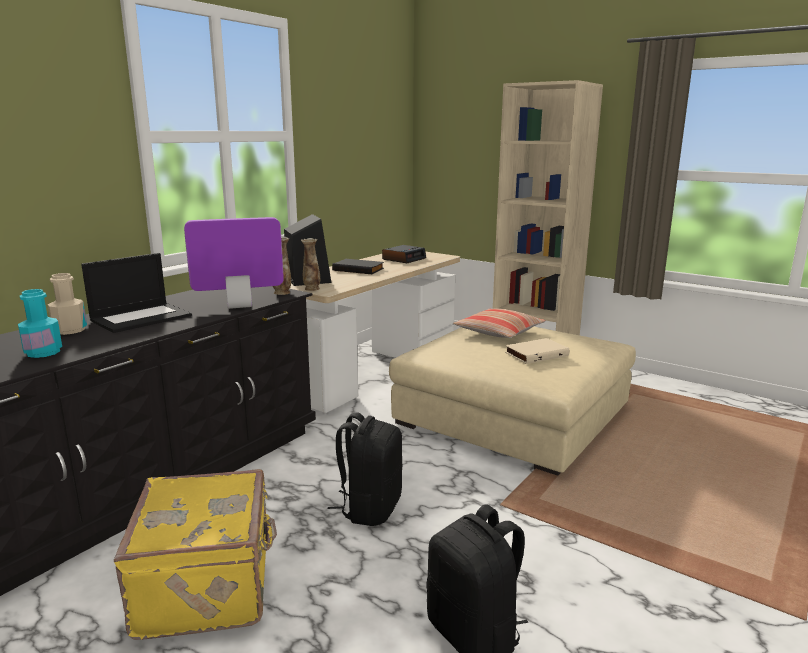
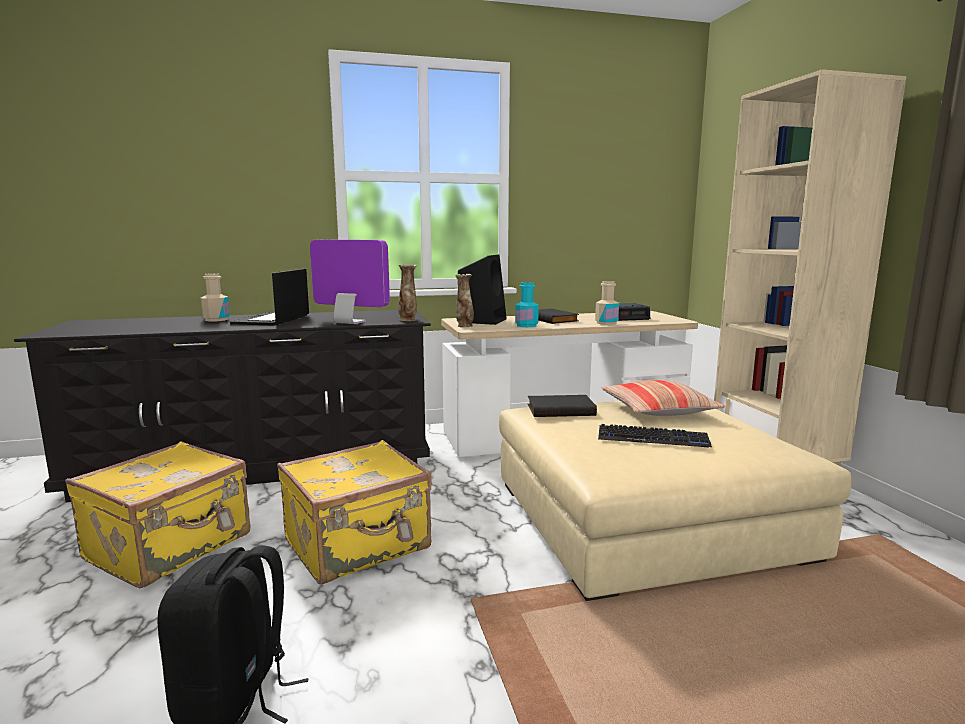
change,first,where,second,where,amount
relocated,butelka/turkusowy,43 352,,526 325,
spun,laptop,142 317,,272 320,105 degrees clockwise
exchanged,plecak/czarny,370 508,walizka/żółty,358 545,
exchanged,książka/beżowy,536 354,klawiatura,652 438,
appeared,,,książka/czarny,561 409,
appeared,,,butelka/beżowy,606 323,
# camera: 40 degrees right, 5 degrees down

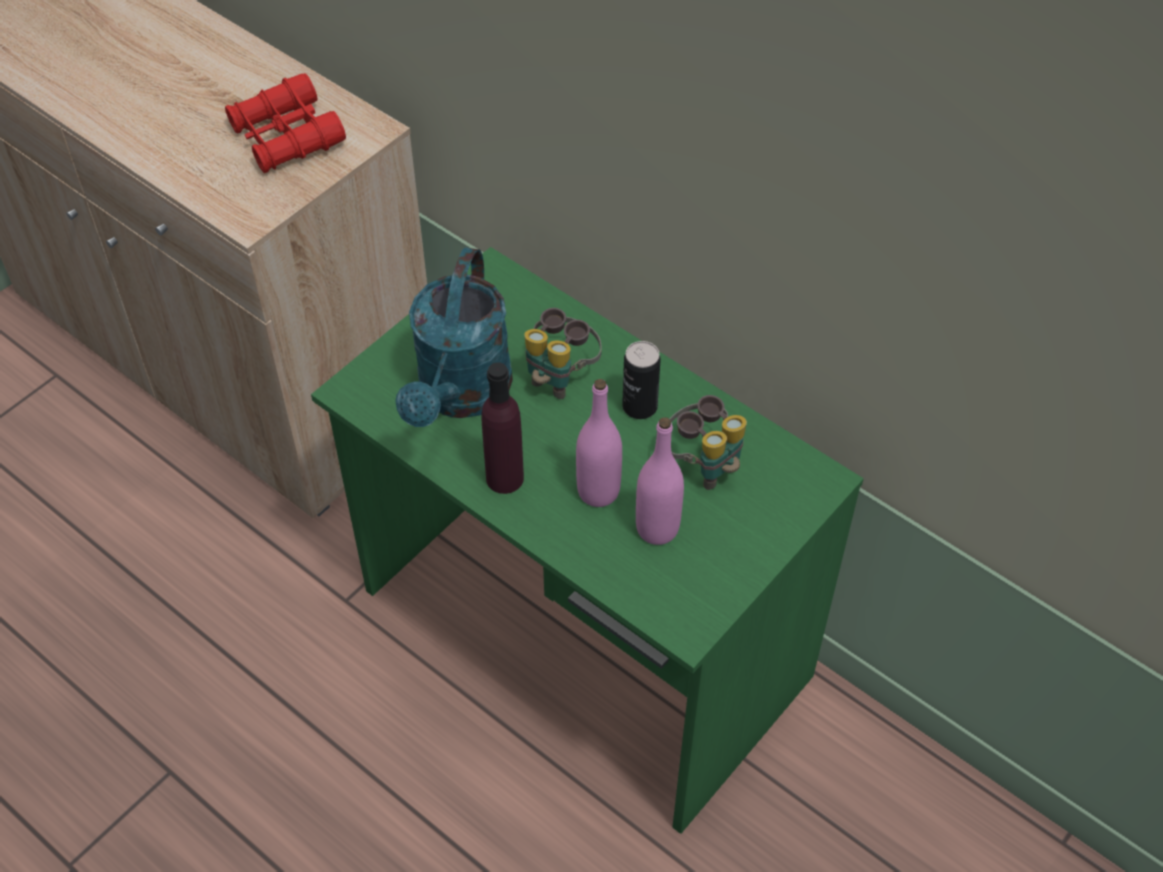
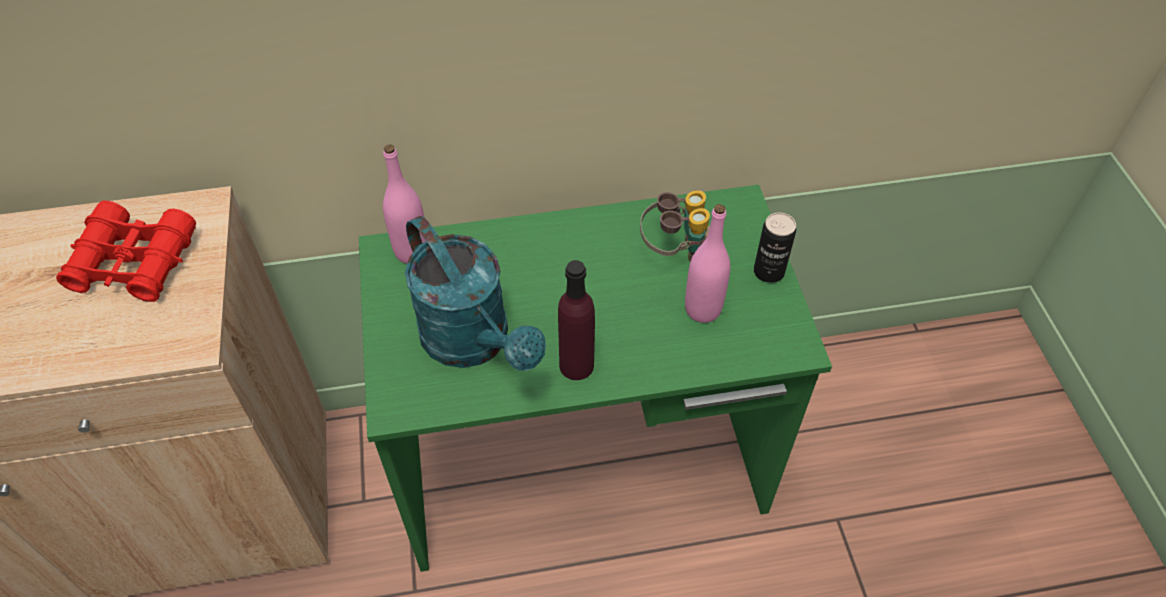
change,first,where,second,where,amount
missing,lornetka,560 376,,,
relocated,butelka/różowy,598 491,,412 252,
relocated,puszka,639 406,,768 272,
# camera: 50 degrees left, 0 degrees up

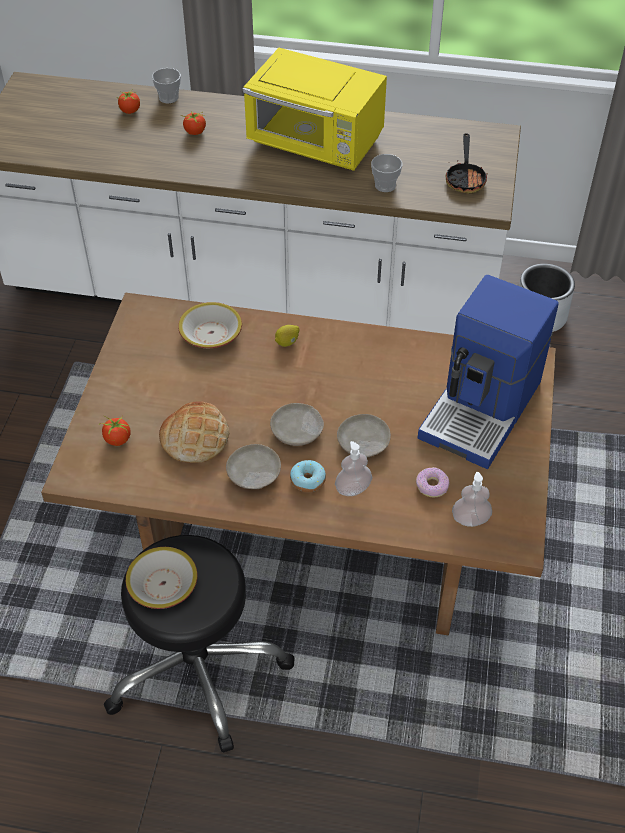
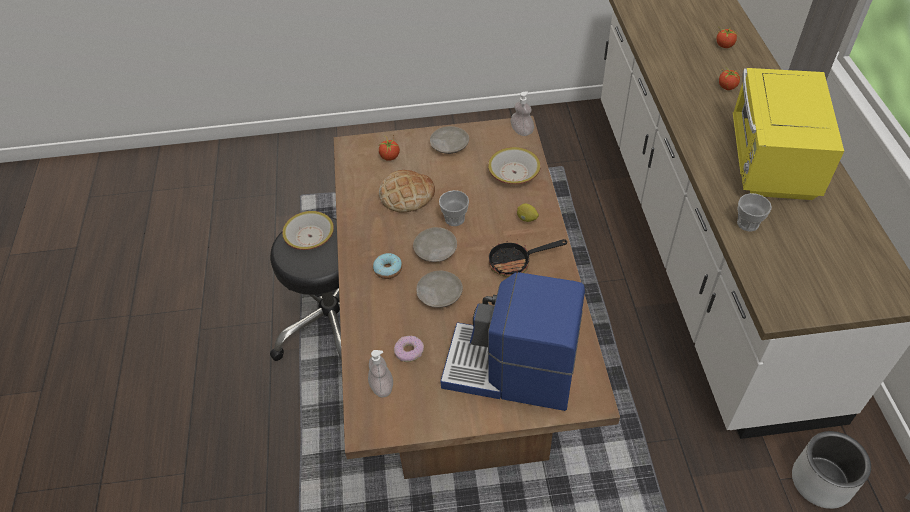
change,first,where,second,where,amount
relocated,filiżanka,168 98,,454 219,
relocated,talerz/beżowy,253 473,,449 145,
relocated,dozownik mydła,353 488,,522 131,
relocated,patelnia,465 178,,516 262,
# camera: 75 degrees right, 0 degrees up

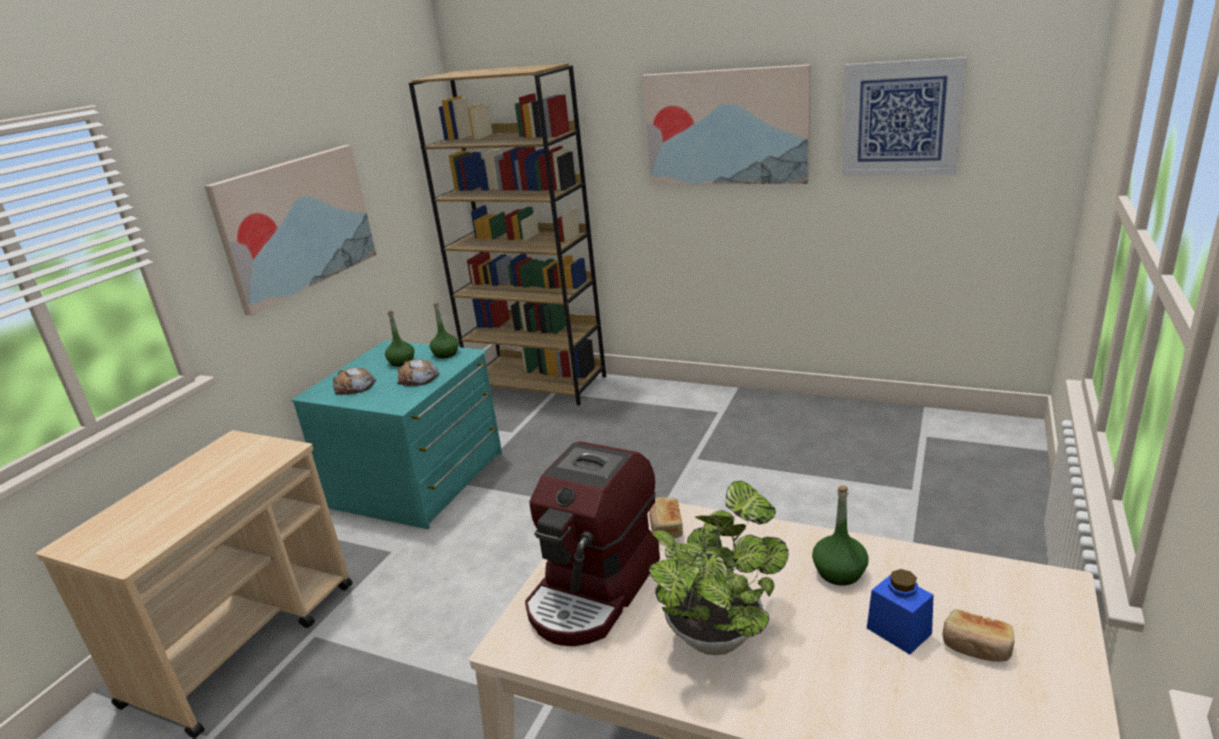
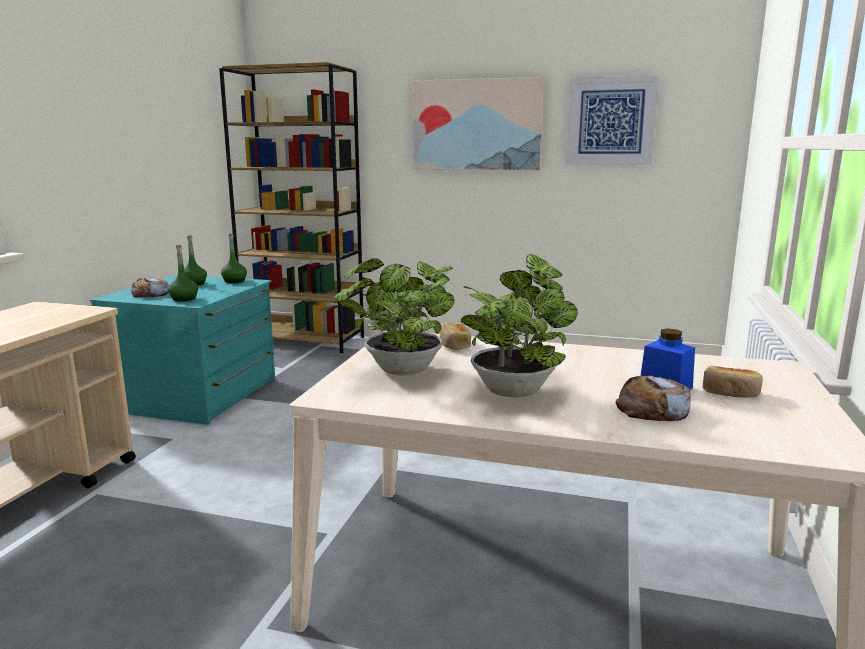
change,first,where,second,where,amount
missing,obraz,297 224,,,
relocated,chleb,418 378,,652 409,
exchanged,ekspres do kawy,595 590,roślina doniczkowa,399 372,
relocated,butelka/zielony,839 572,,184 299,
# camera: 10 degrees left, 10 degrees down

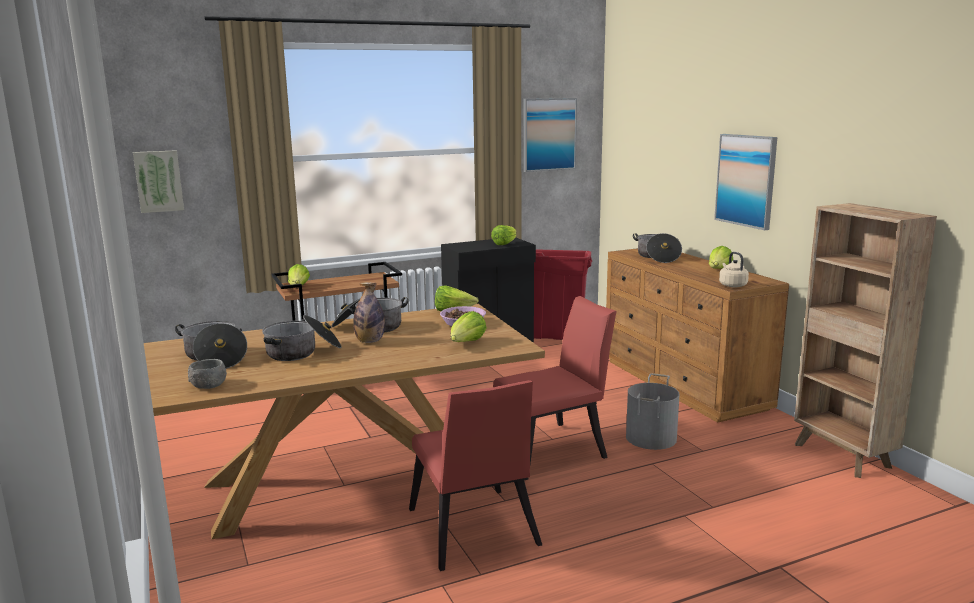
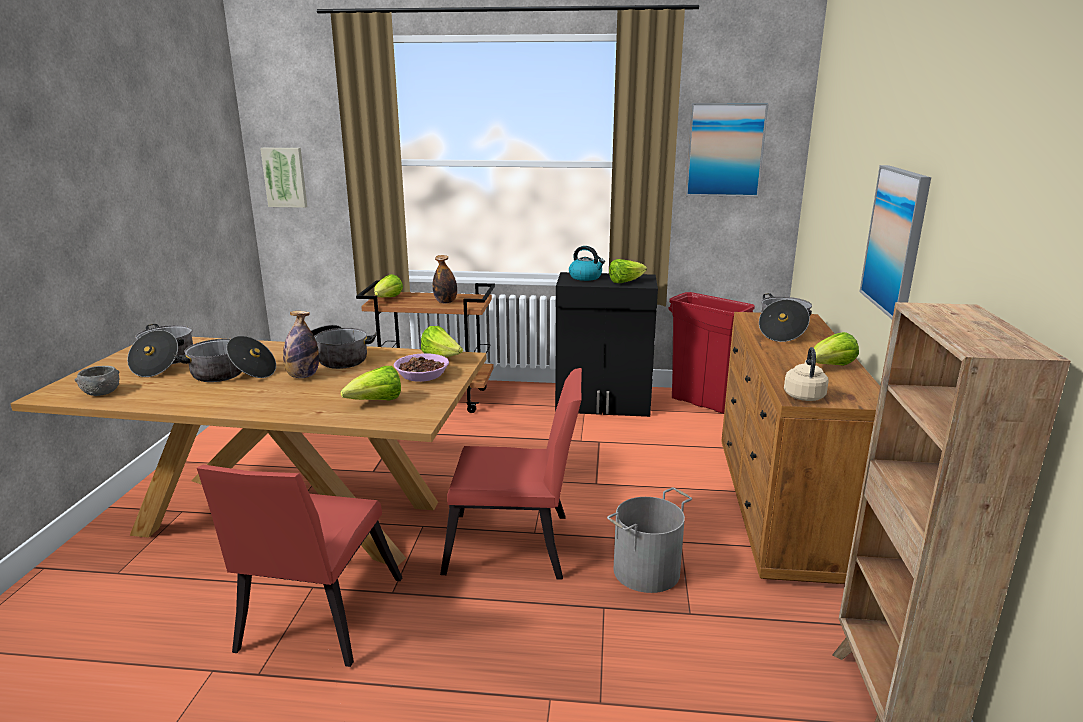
change,first,where,second,where,amount
appeared,,,butelka,445 302,
appeared,,,czajnik,586 277,
# camera: 30 degrees right, 5 degrees up

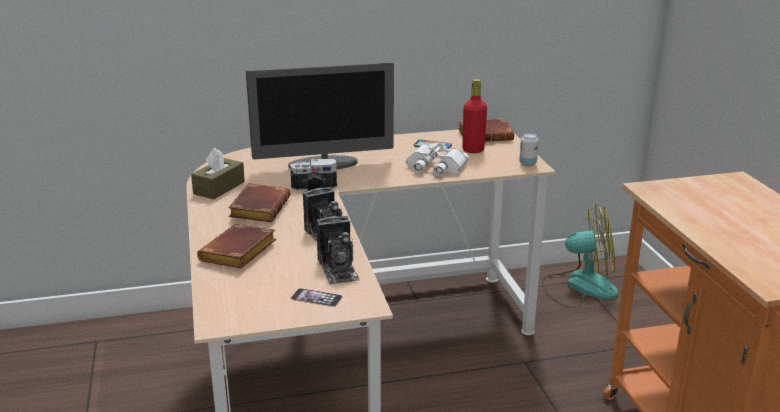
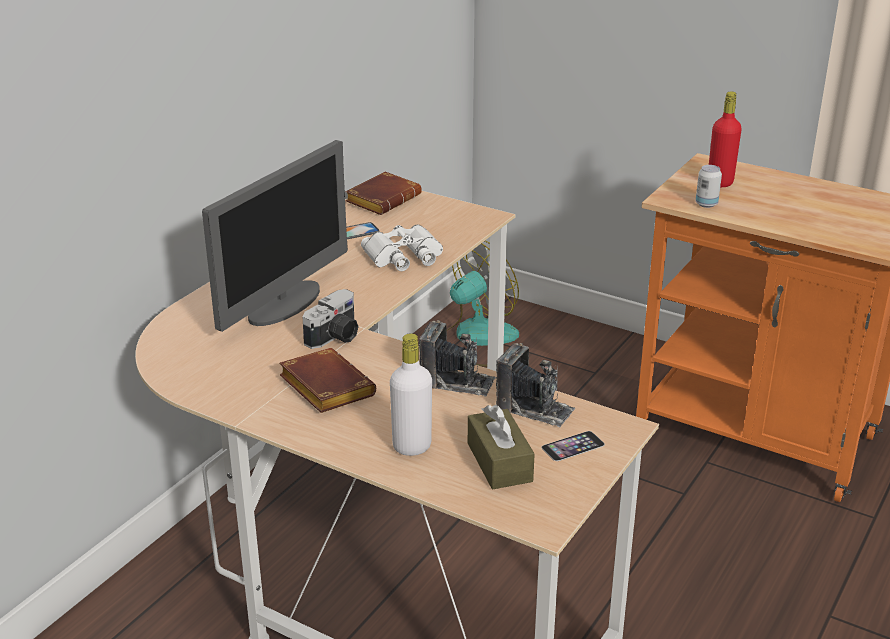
change,first,where,second,where,amount
relocated,pudełko chusteczek/brązowy,219 188,,499 462,
exchanged,książka/brązowy,239 253,butelka/biały,412 446,
relocated,butelka/czerwony,473 150,,720 182,
relocated,puszka,527 163,,706 204,
# camera: 45 degrees left, 5 degrees up

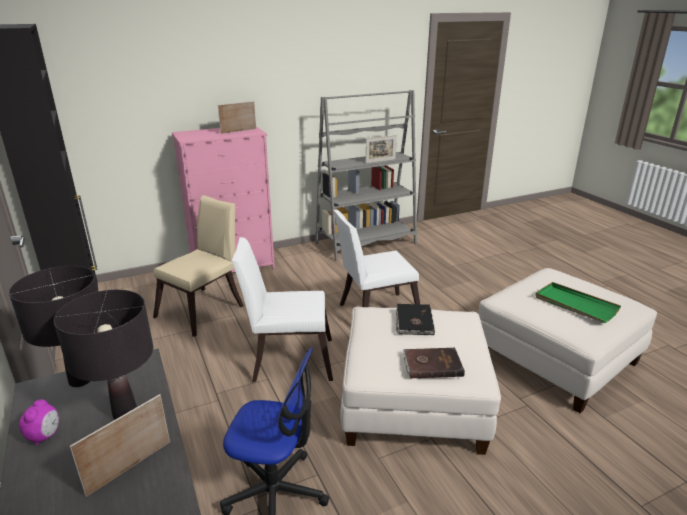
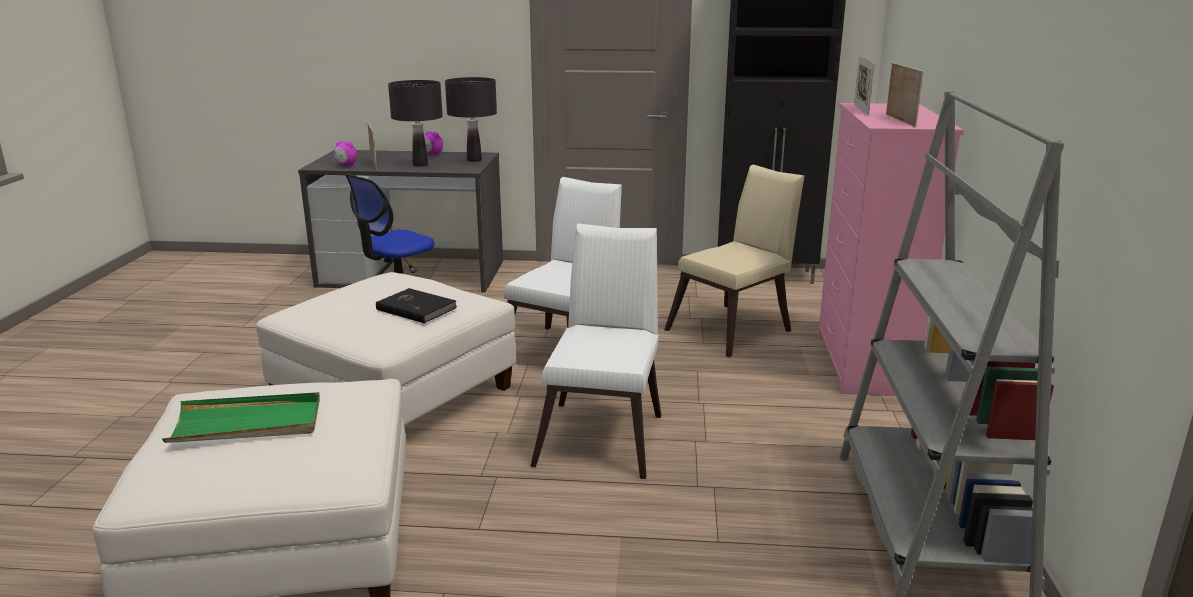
change,first,where,second,where,amount
spun,krzesło/beżowy,204 309,,734 329,105 degrees counterclockwise
relocated,ramka na zdjęcie,380 161,,861 109,
missing,książka/brązowy,432 364,,,
appeared,,,budzik,346 165,
# camera: 120 degrees right, 5 degrees down

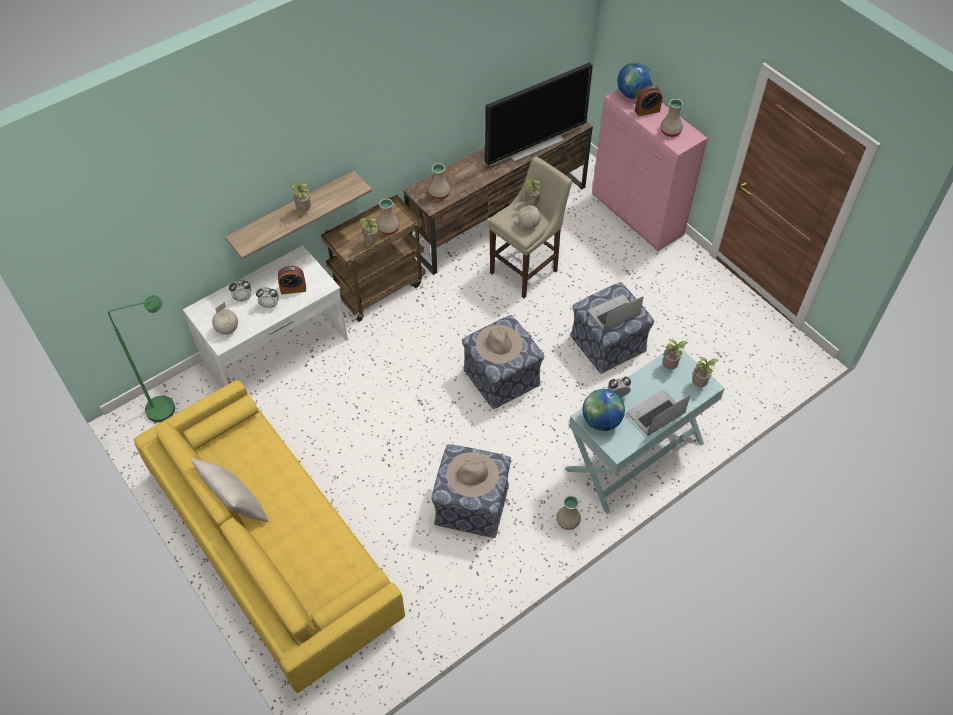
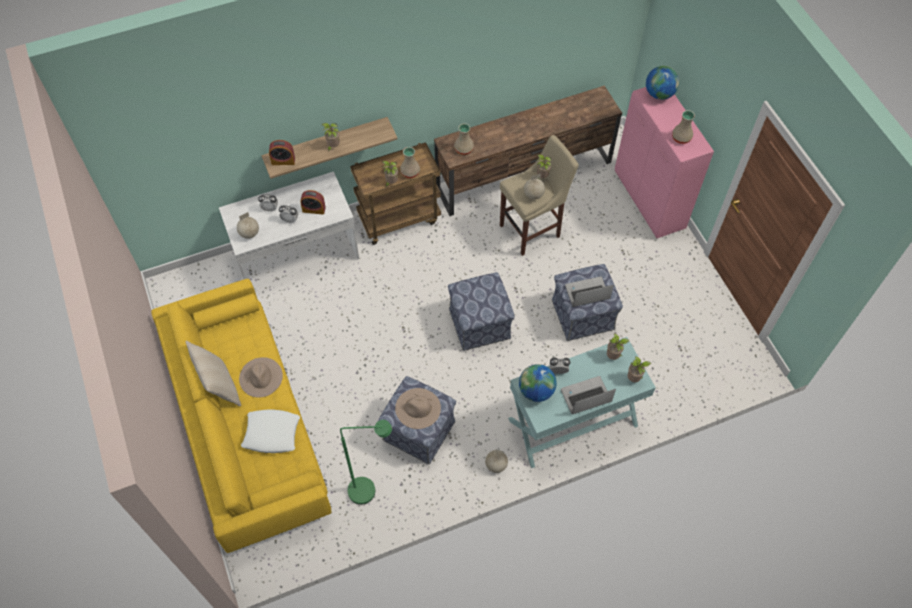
change,first,where,second,where,amount
relocated,lampa stojąca/zielony,169 407,,369 490,
relocated,kapelusz/beżowy,499 344,,261 377,
missing,telewizor,534 146,,,
exchanged,wazon/beżowy,568 521,globus,496 465,
relocated,budzik,647 110,,283 161,
appeared,,,poduszka/biały,271 433,
# camera: 15 degrees right, 5 degrees up

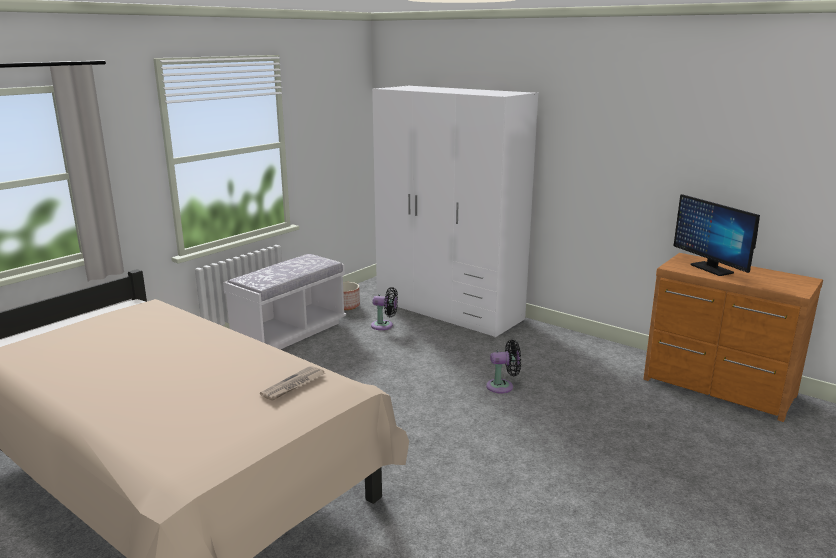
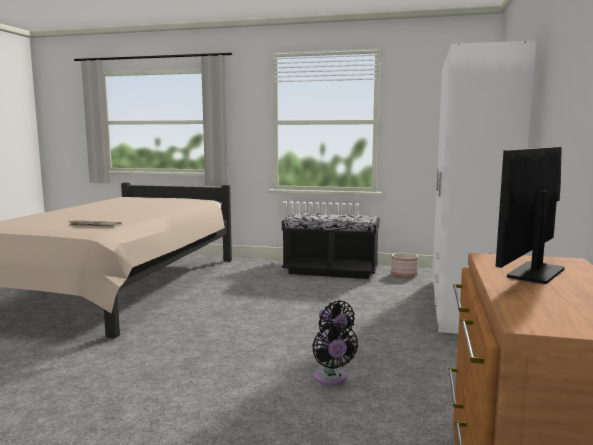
change,first,where,second,where,amount
colour,ławka/biały,290 332,ławka/czarny,331 271,
relocated,wentylator/czarny,384 326,,331 379,
# camera: 65 degrees right, 10 degrees down

